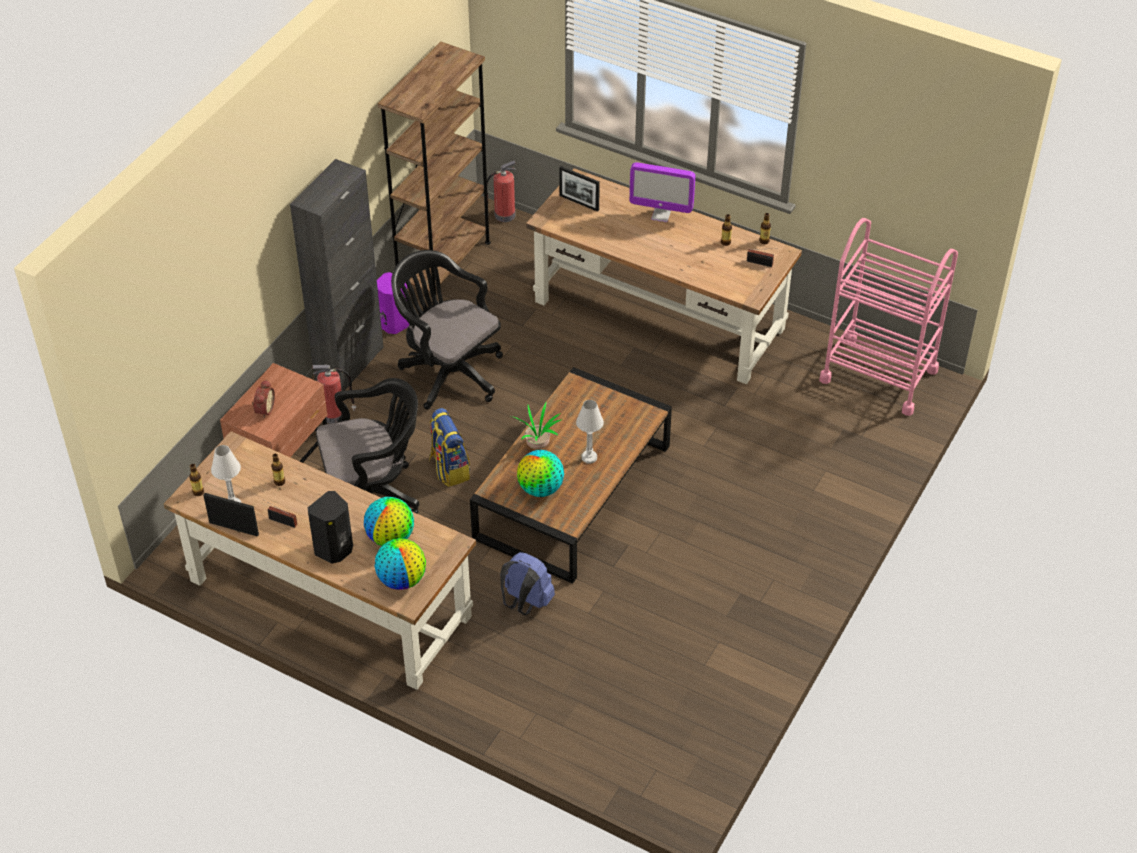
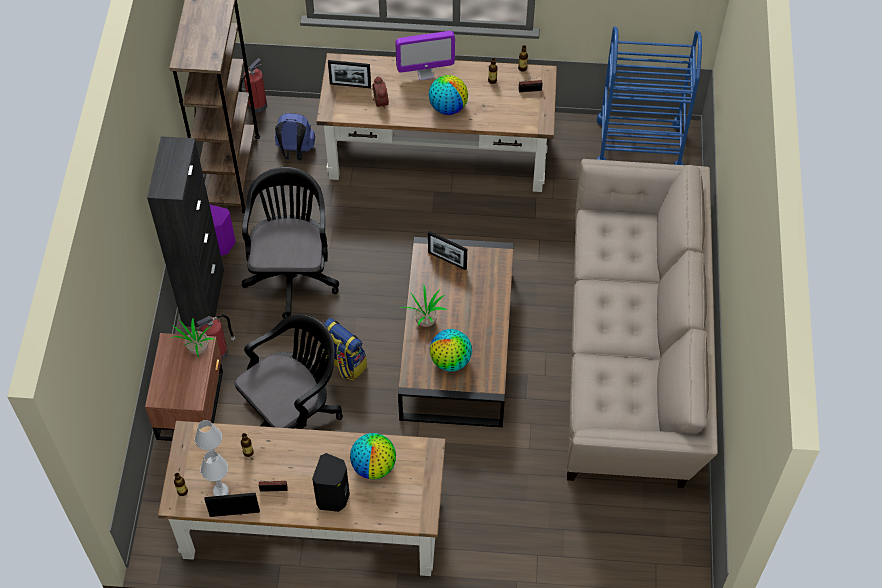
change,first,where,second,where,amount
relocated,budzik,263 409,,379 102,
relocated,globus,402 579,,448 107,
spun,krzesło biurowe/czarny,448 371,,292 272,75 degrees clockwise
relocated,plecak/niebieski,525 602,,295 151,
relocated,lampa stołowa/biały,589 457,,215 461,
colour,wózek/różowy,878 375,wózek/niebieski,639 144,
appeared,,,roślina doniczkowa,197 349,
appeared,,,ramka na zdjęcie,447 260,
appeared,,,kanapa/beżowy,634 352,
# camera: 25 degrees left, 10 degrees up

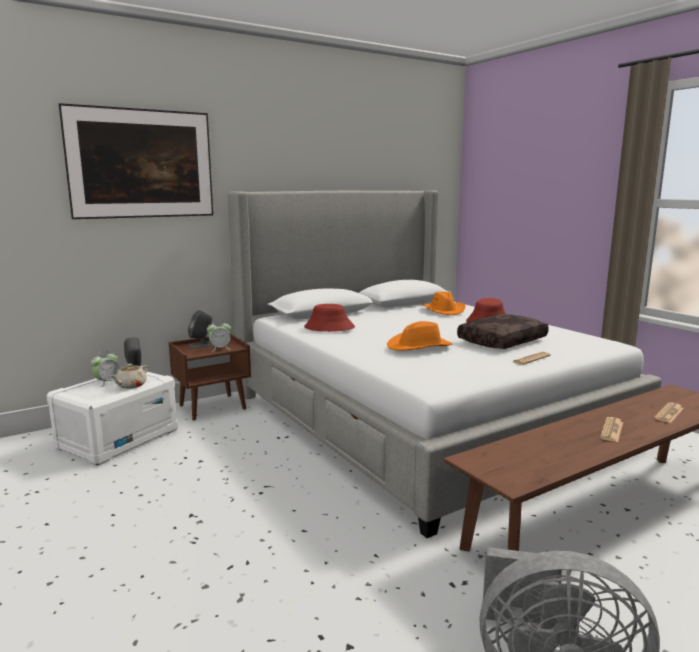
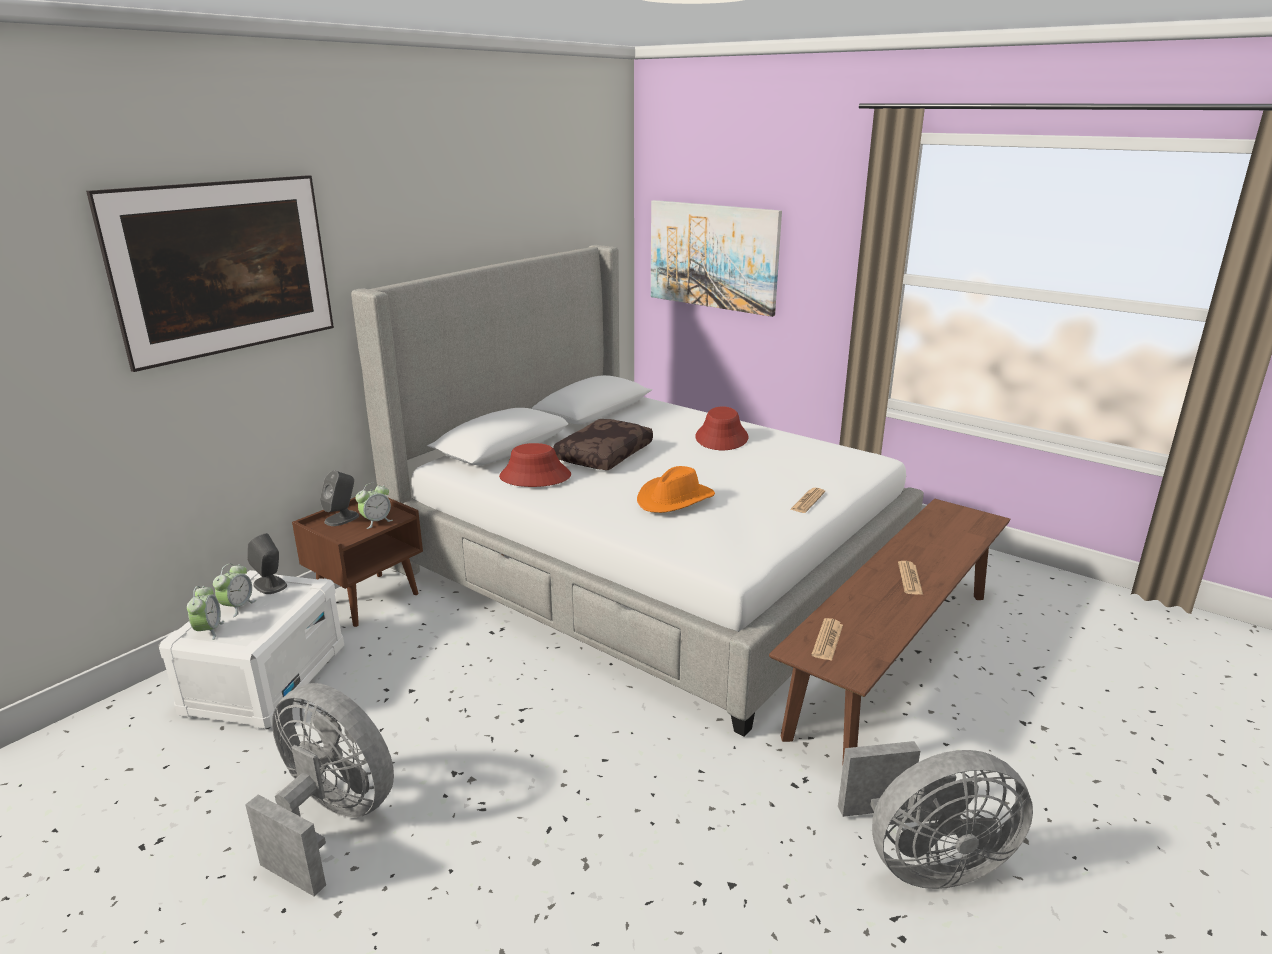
change,first,where,second,where,amount
missing,imbryk/beżowy,131 385,,,
missing,kapelusz/pomarańczowy,444 310,,,
relocated,poduszka/brązowy,501 341,,603 454,
relocated,gazeta,669 413,,827 640,
appeared,,,budzik,209 631,
appeared,,,wentylator/szary,331 820,
appeared,,,obraz,713 256,
# camera: 20 degrees left, 10 degrees up

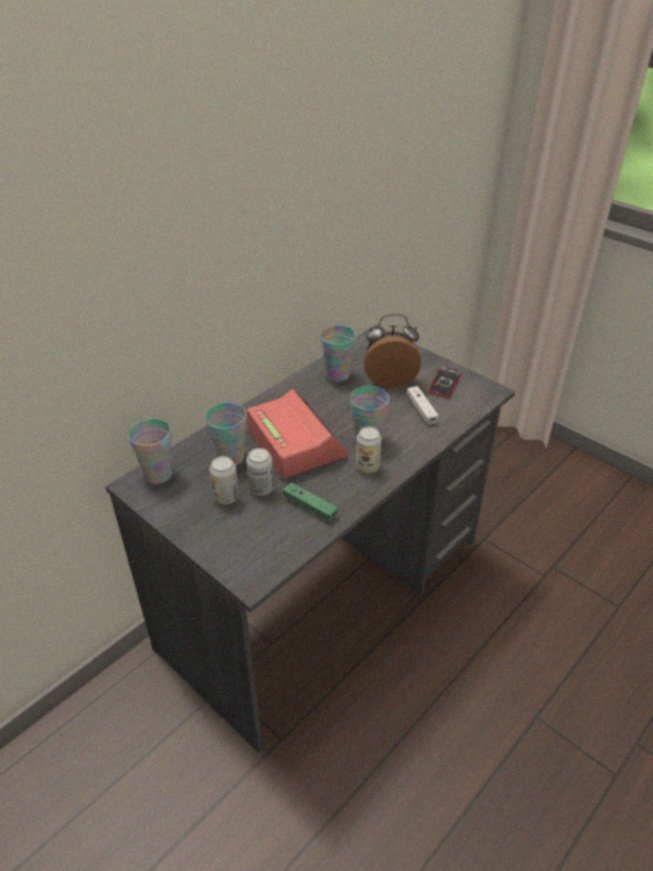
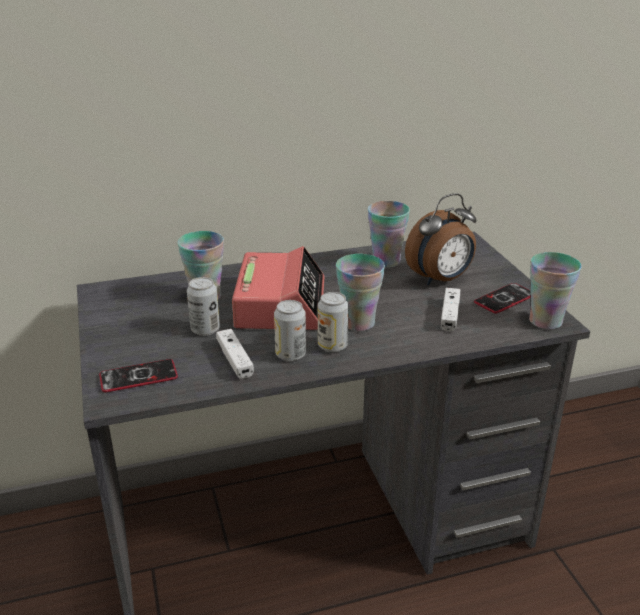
change,first,where,second,where,amount
relocated,filiżanka,158 474,,545 321,
relocated,puszka,226 497,,290 355,
colour,pad do gier/zielony,310 507,pad do gier/biały,235 360,
spun,budzik,389 379,,440 279,120 degrees clockwise
appeared,,,telefon,138 377,
# camera: 30 degrees right, 10 degrees down

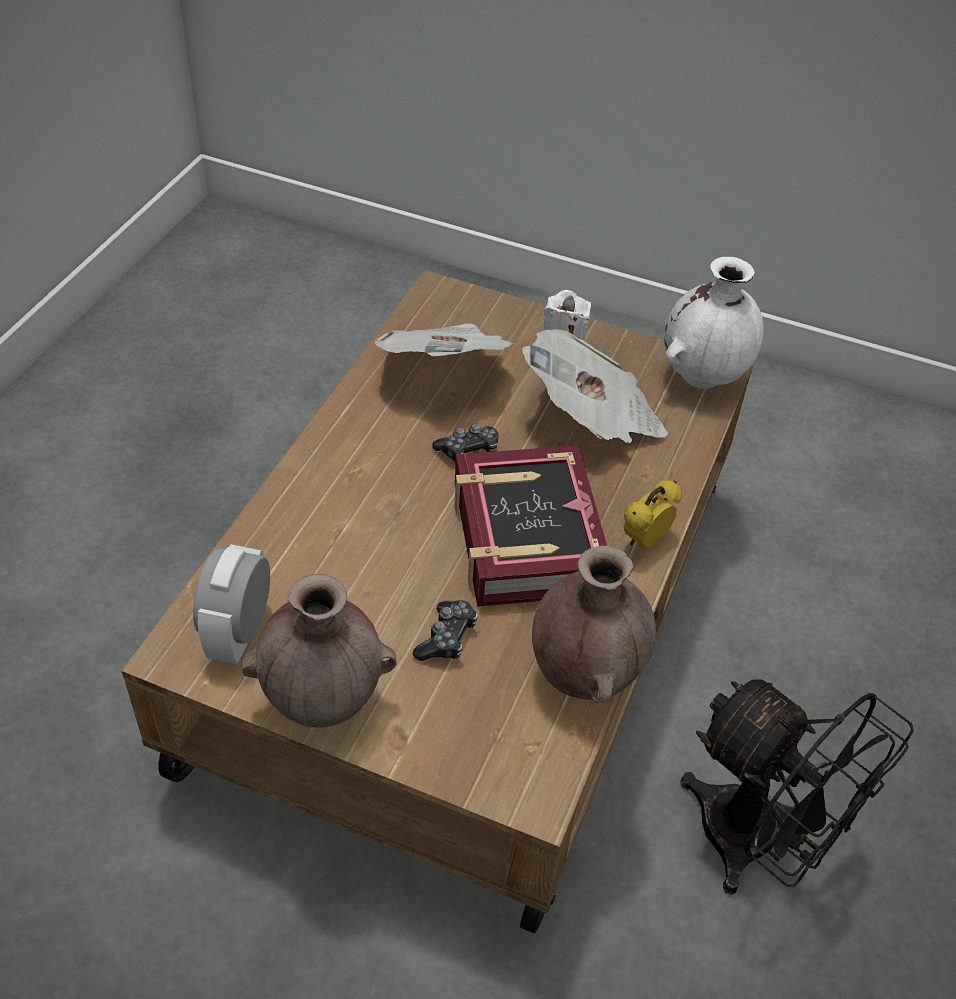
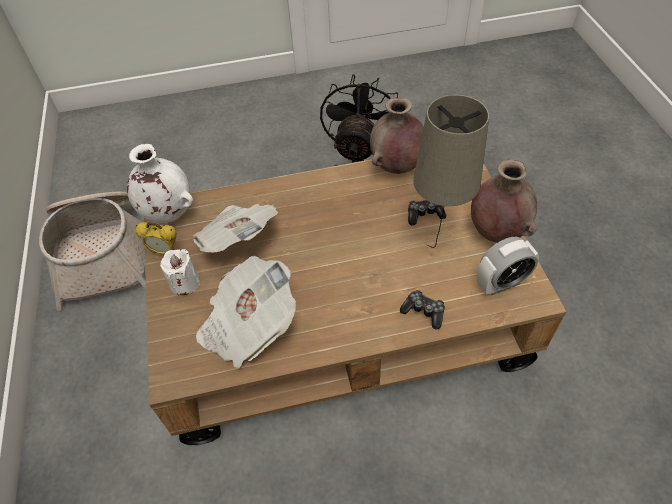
change,first,where,second,where,amount
relocated,pad do gier,468 450,,423 312,
missing,książka,525 538,,,
relocated,budzik,645 540,,164 251,
appeared,,,koszyk,104 253,
appeared,,,lampa stołowa/beżowy,435 255,
# camera: 120 degrees left, 5 degrees up

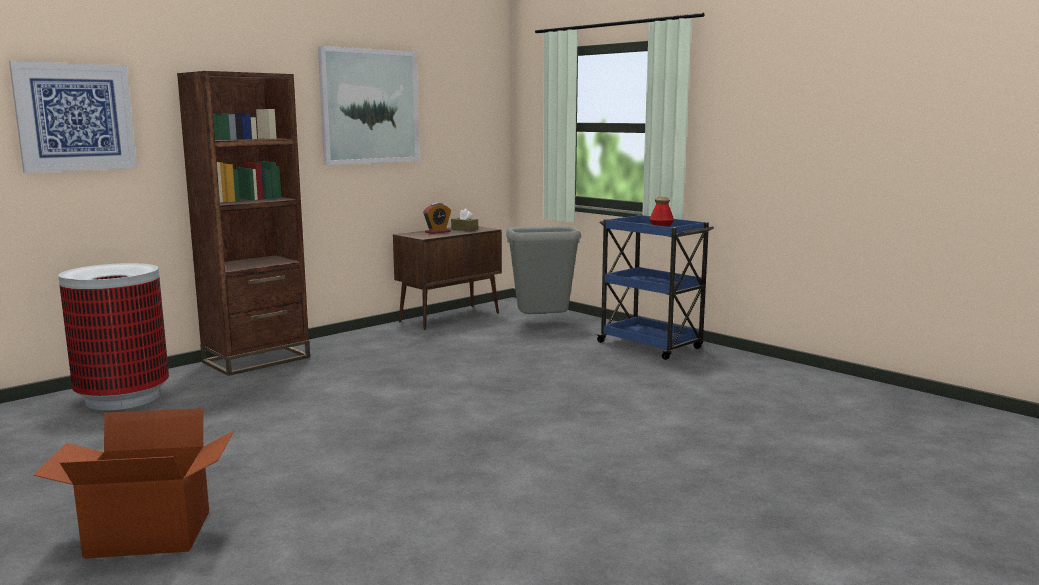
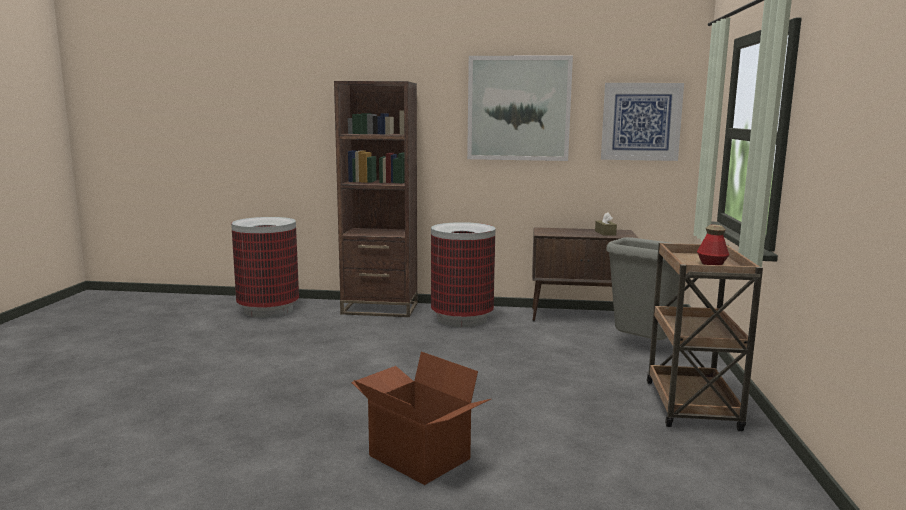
change,first,where,second,where,amount
relocated,obraz,75 117,,641 121,
relocated,karton,148 535,,417 458,
missing,budzik,437 232,,,
colour,wózek/niebieski,651 346,wózek/brązowy,692 407,
appeared,,,kosz na śmieci,461 319,
# camera: 50 degrees right, 0 degrees up

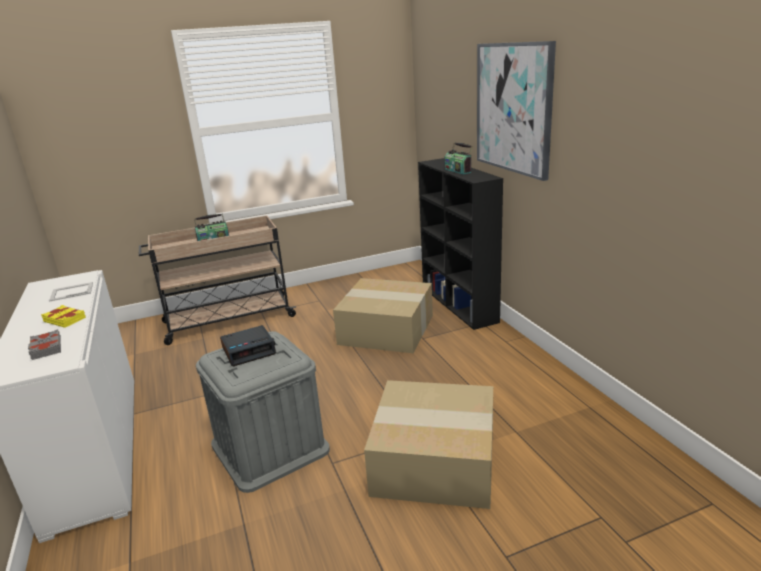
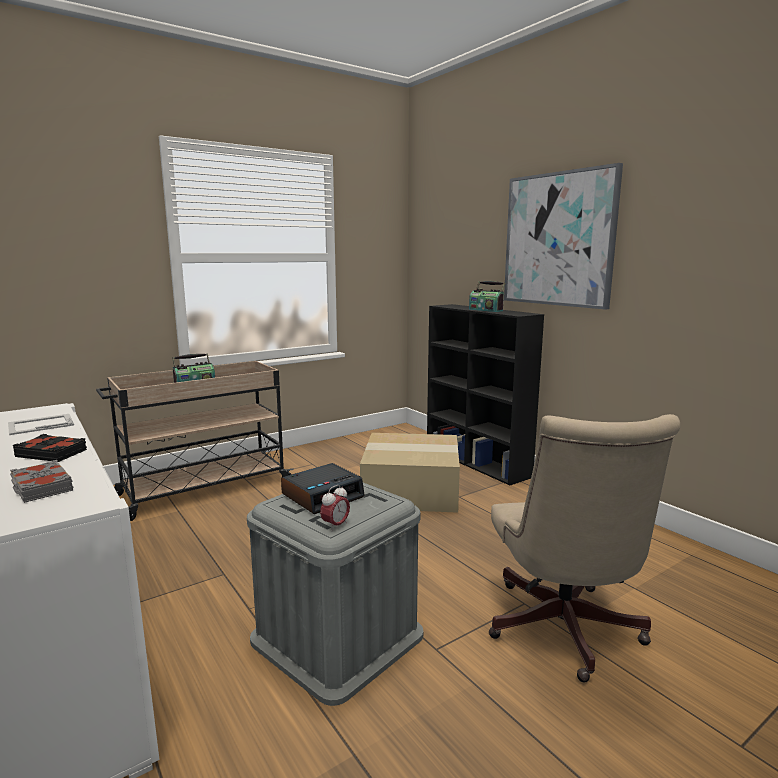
change,first,where,second,where,amount
colour,książka/żółty,65 319,książka/czarny,52 453,
exchanged,karton,432 461,krzesło biurowe/beżowy,563 633,
appeared,,,budzik,335 525,
# camera: 15 degrees left, 10 degrees down

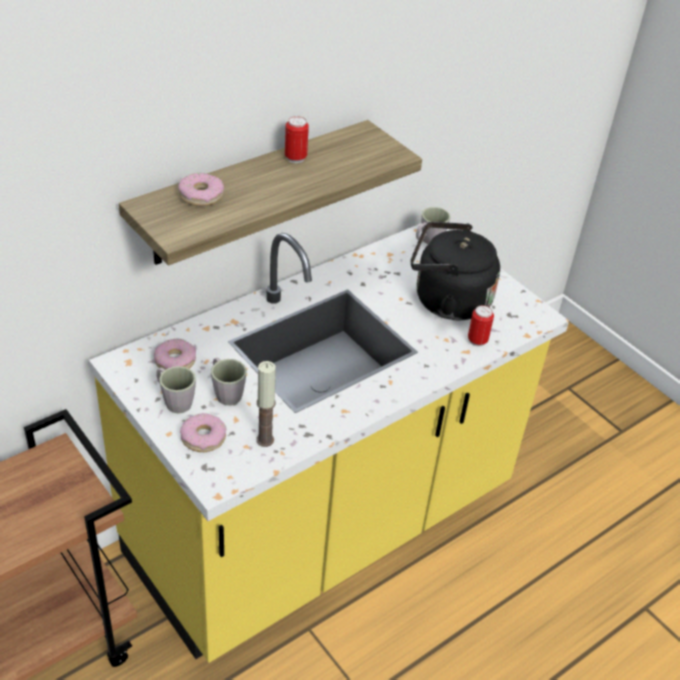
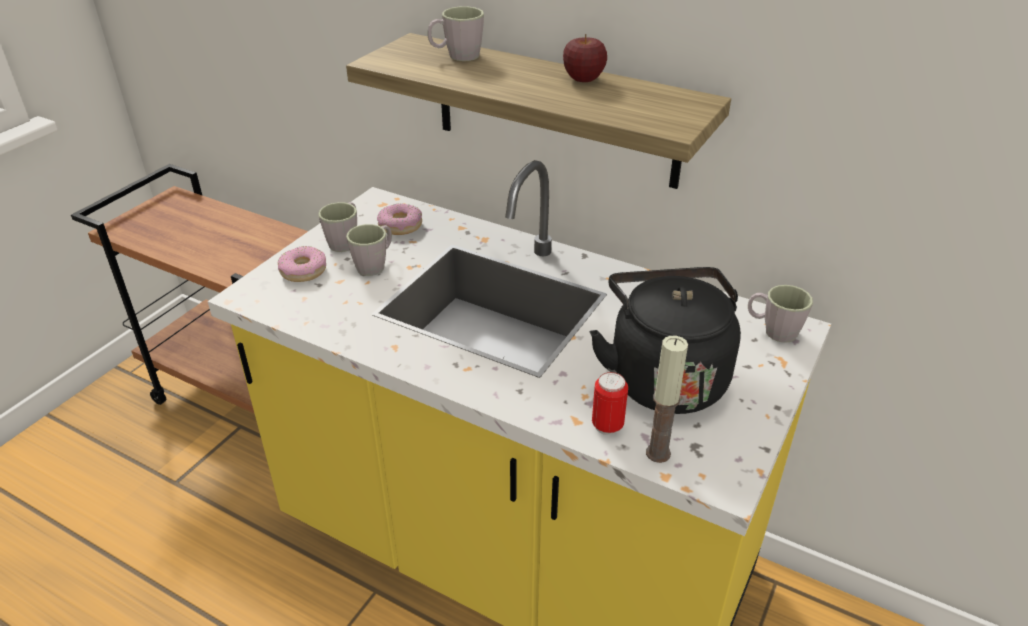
change,first,where,second,where,amount
exchanged,donut,201 195,kubek/szary,456 56,
relocated,świeca,265 440,,658 453,
exchanged,puszka,295 158,jabłko,584 79,
# camera: 70 degrees right, 5 degrees down

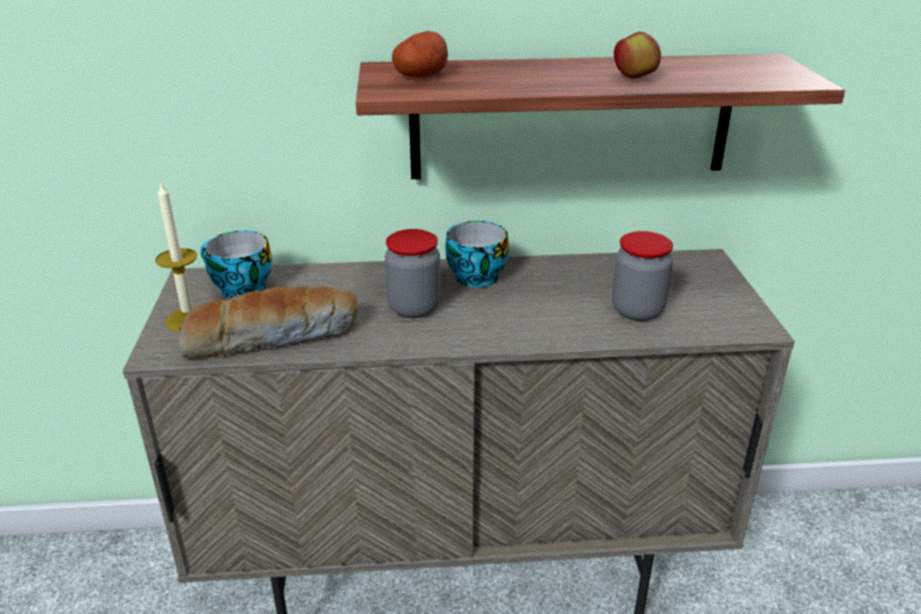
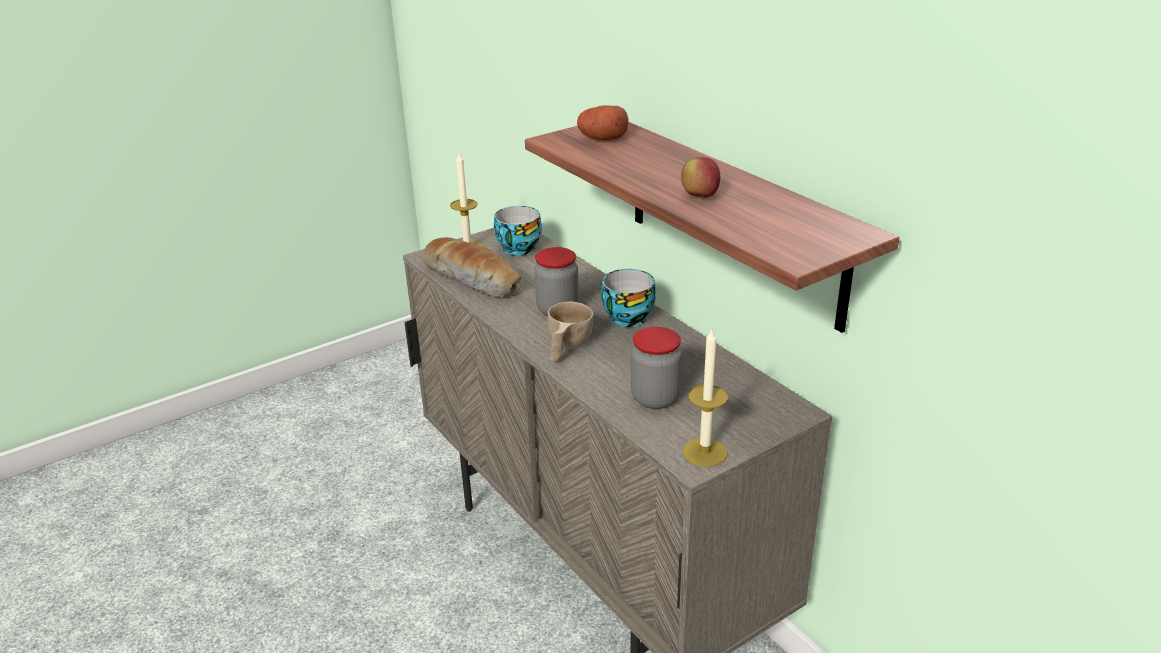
change,first,where,second,where,amount
appeared,,,filiżanka/beżowy,566 348,
appeared,,,świeca,704 452,
# camera: 60 degrees right, 0 degrees up

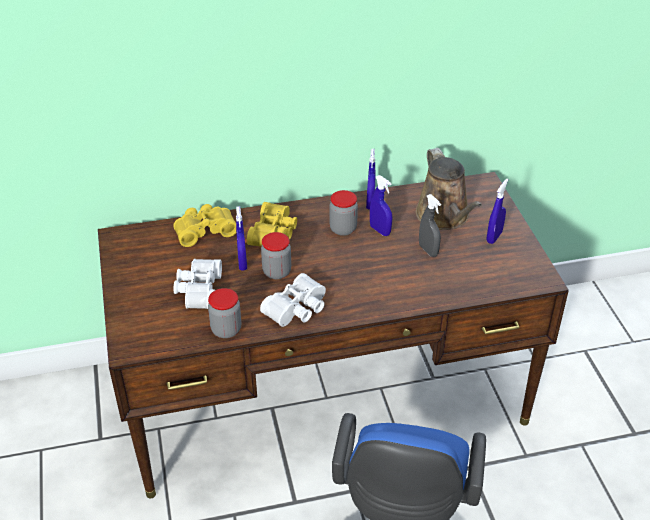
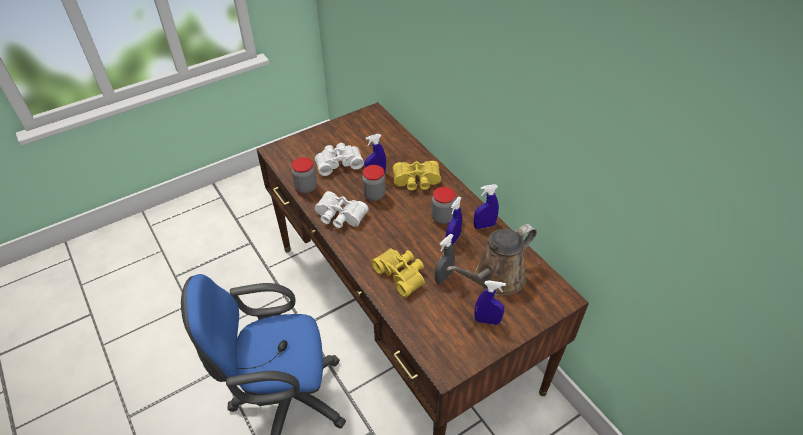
change,first,where,second,where,amount
relocated,lornetka/żółty,204 230,,401 274,
# camera: 70 degrees right, 5 degrees up

